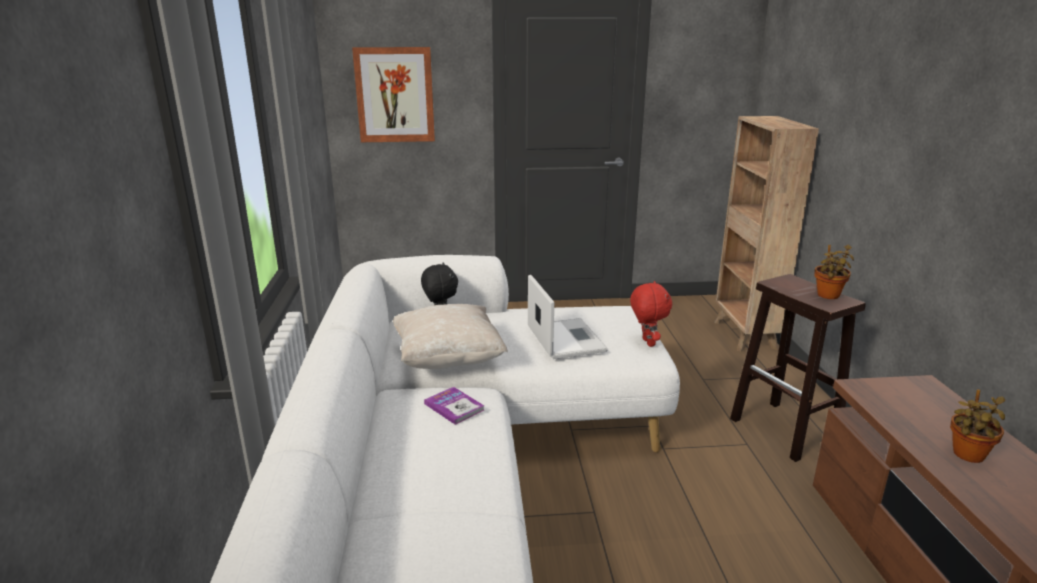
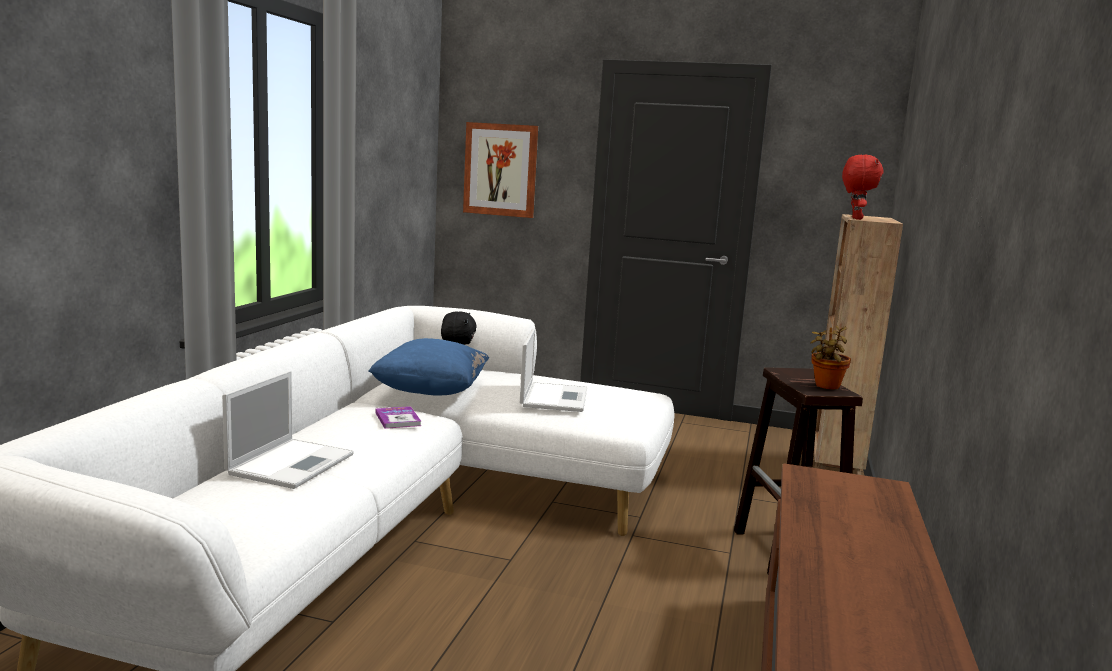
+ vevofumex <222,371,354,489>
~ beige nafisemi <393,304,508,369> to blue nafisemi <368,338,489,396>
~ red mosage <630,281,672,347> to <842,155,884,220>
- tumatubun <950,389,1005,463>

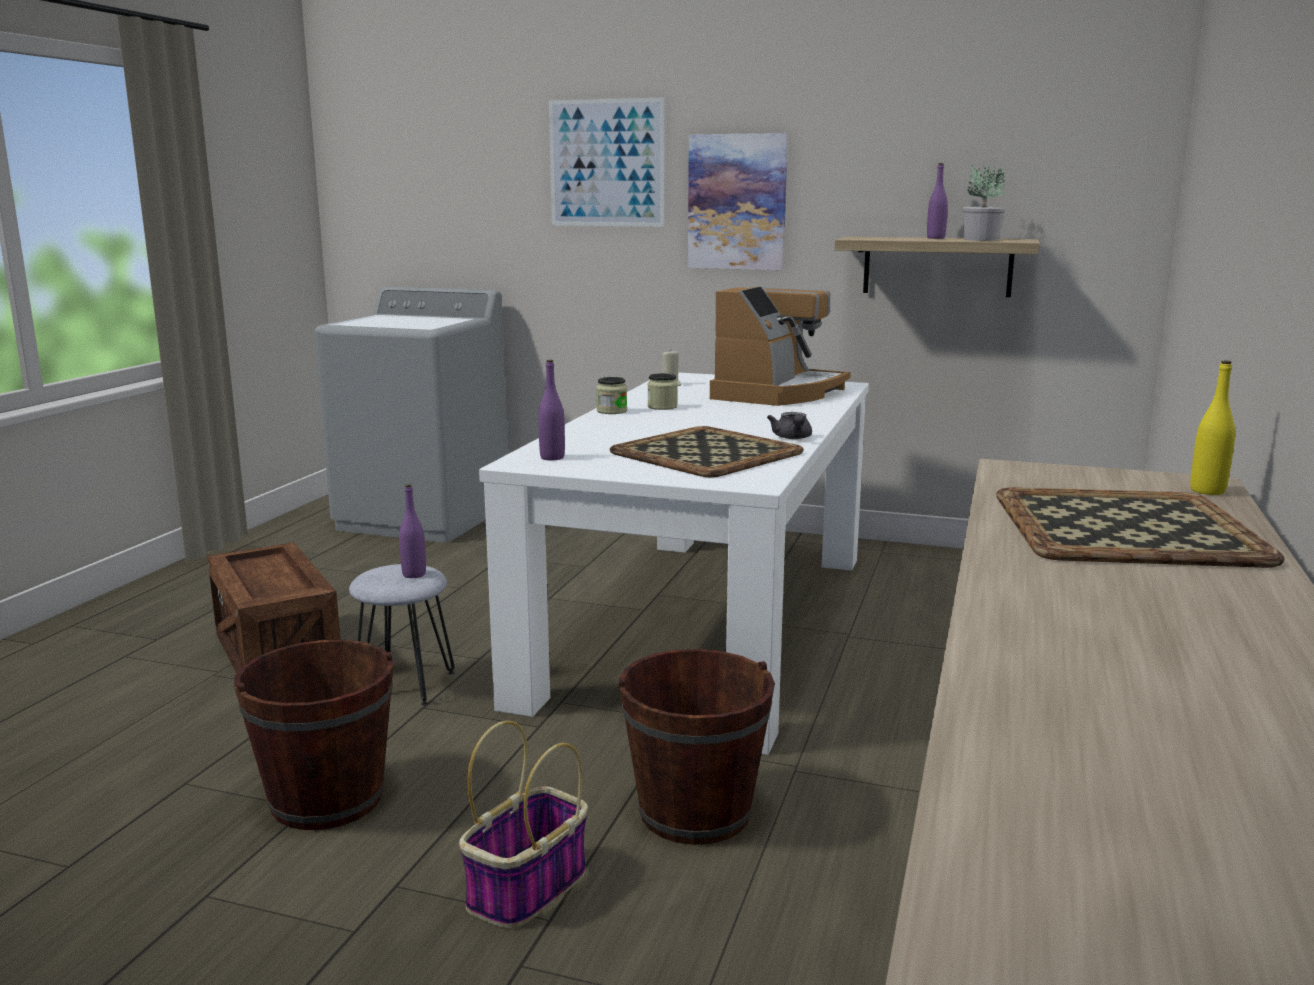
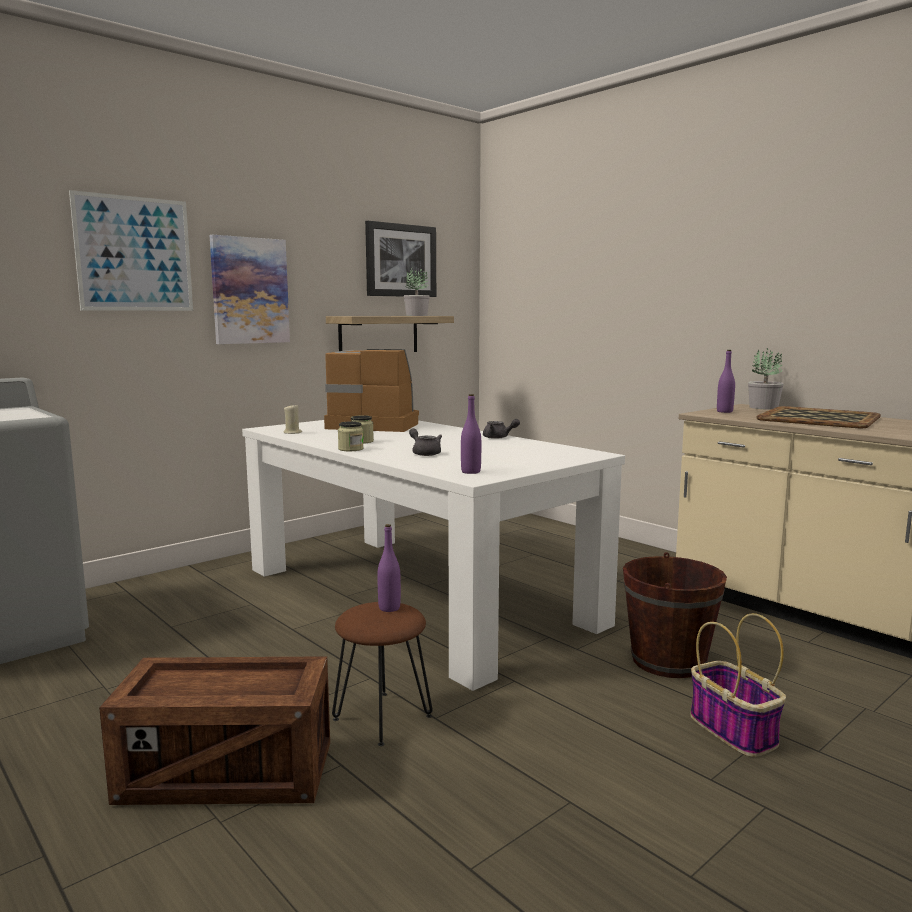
~ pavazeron <710,287,851,406> = <324,349,419,432> 45 degrees counterclockwise
~ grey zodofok <349,564,454,705> to brown zodofok <332,602,433,746>
+ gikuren <365,221,436,297>
+ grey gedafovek <409,428,442,456>
~ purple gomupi <927,163,948,239> to <717,350,735,413>
~ yellow gomupi <1190,360,1235,495> to tumatubun <748,348,783,410>
- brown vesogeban <234,640,394,830>
- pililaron <610,426,804,477>

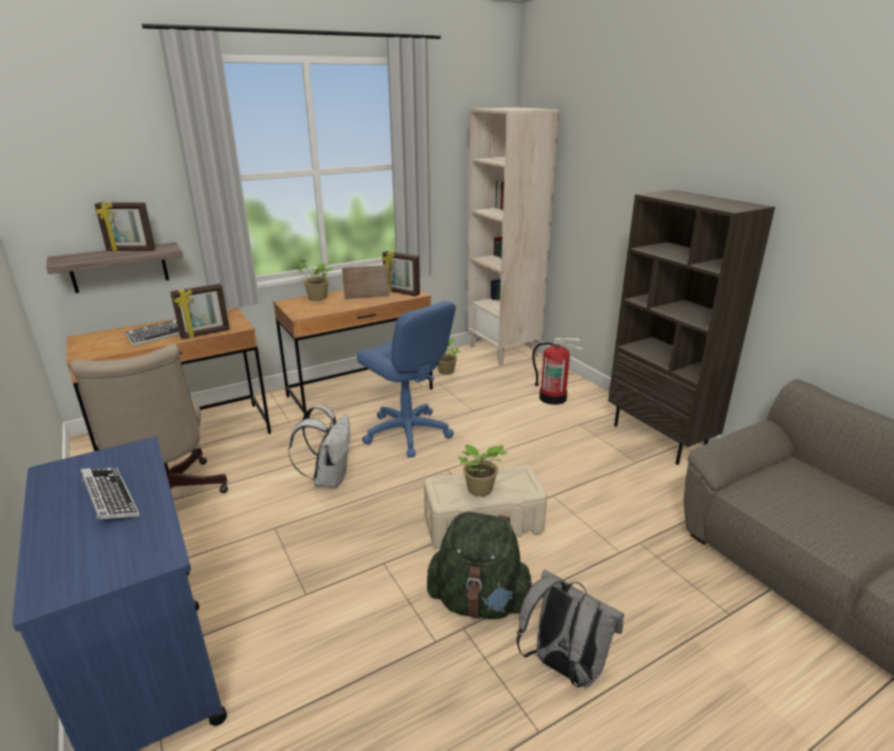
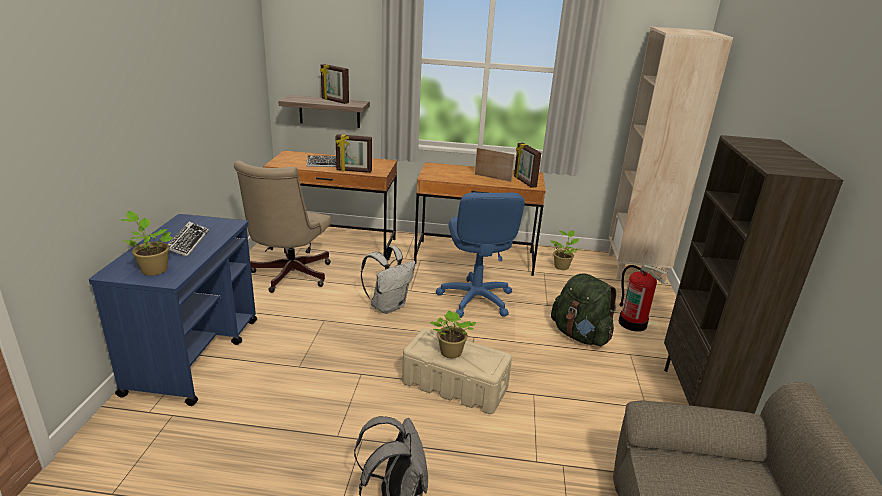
~ tumatubun <291,257,333,301> to <121,211,173,276>
~ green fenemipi <427,512,533,619> to <551,273,616,346>

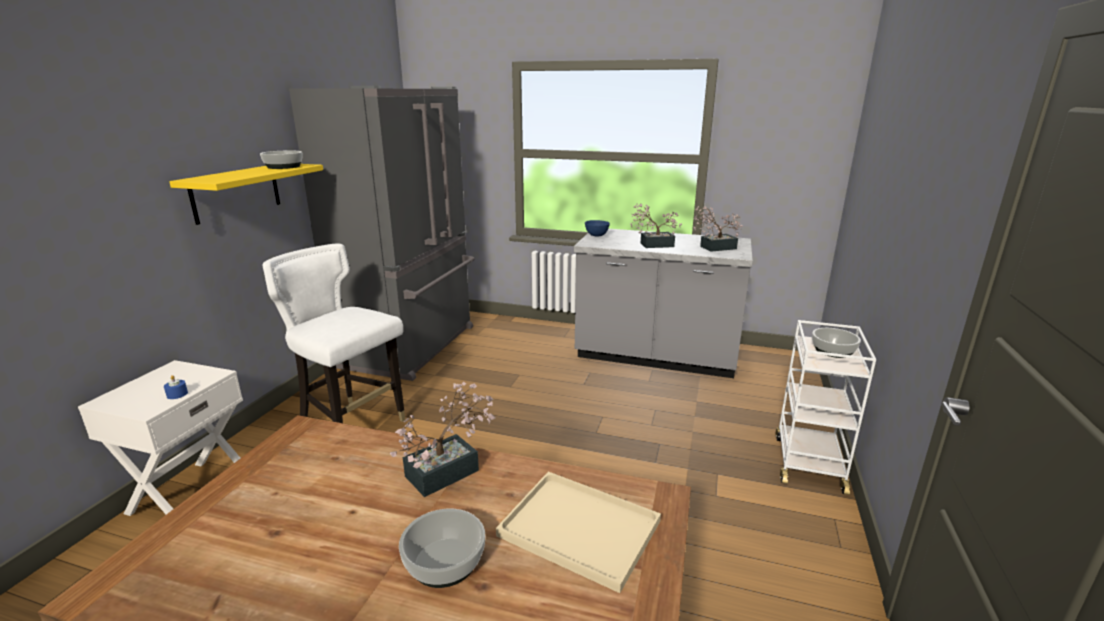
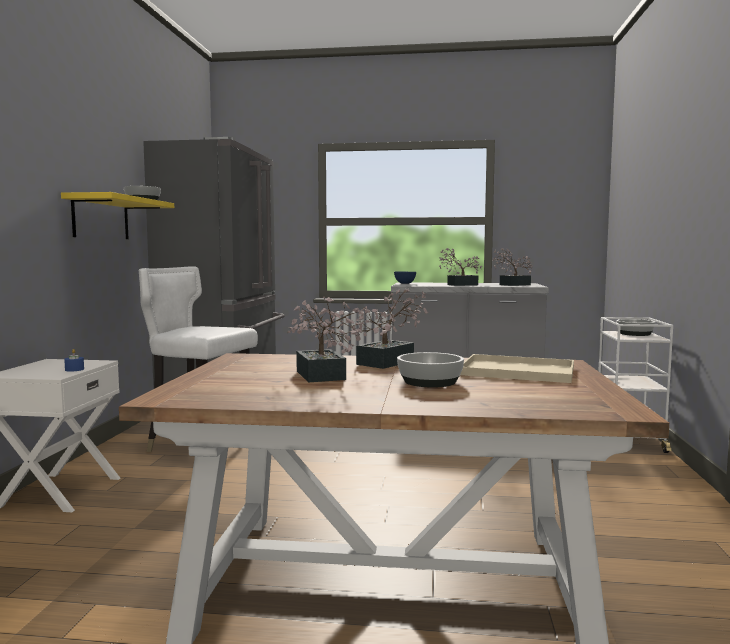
+ tumatubun <287,296,364,382>

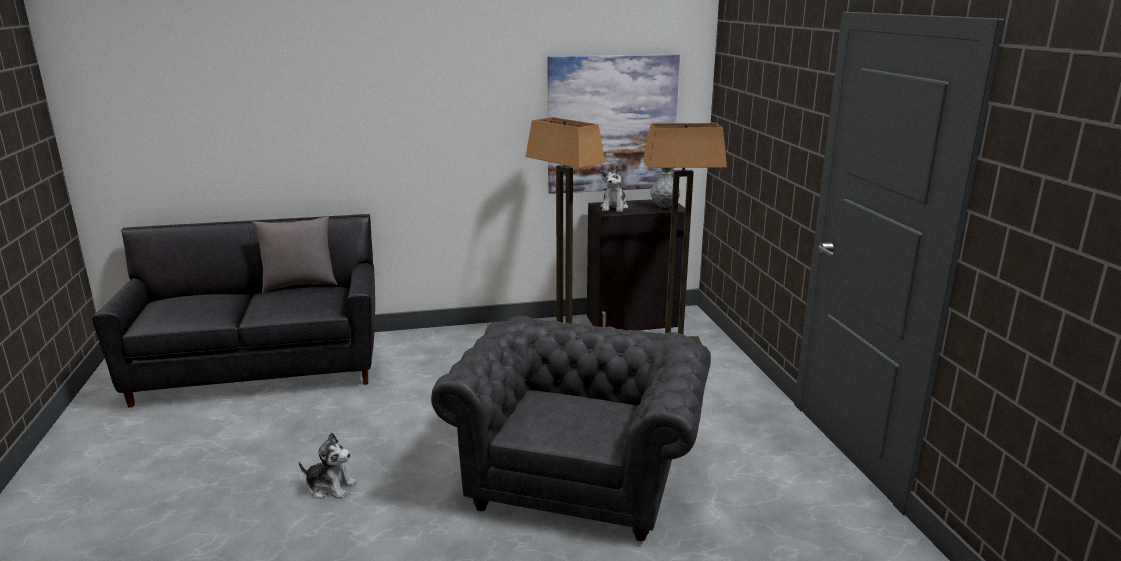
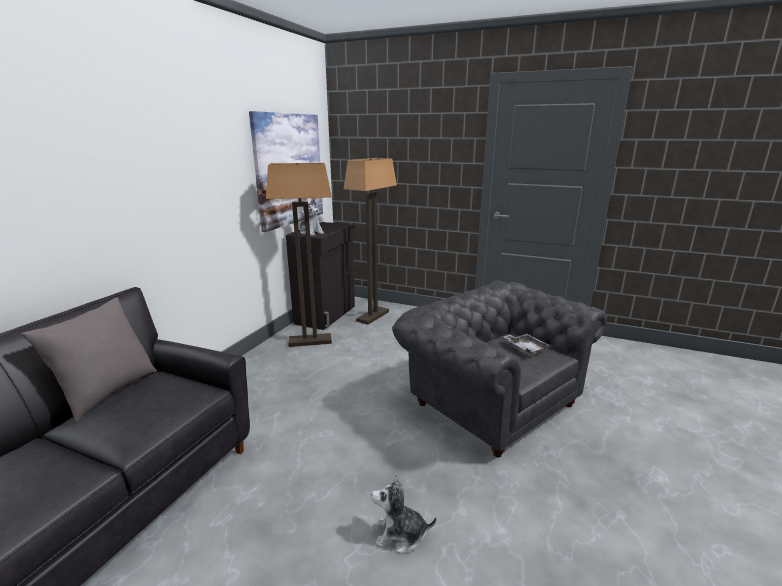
~ mosage <299,432,357,499> = <371,474,437,553> 135 degrees counterclockwise
+ grey pililaron <504,334,550,356>
- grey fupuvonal <650,168,680,208>

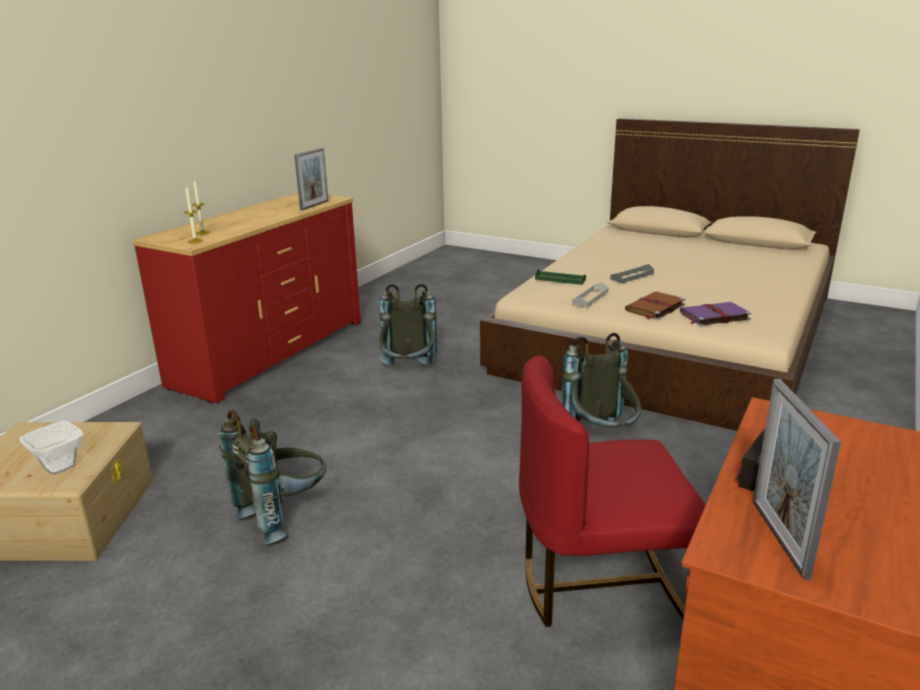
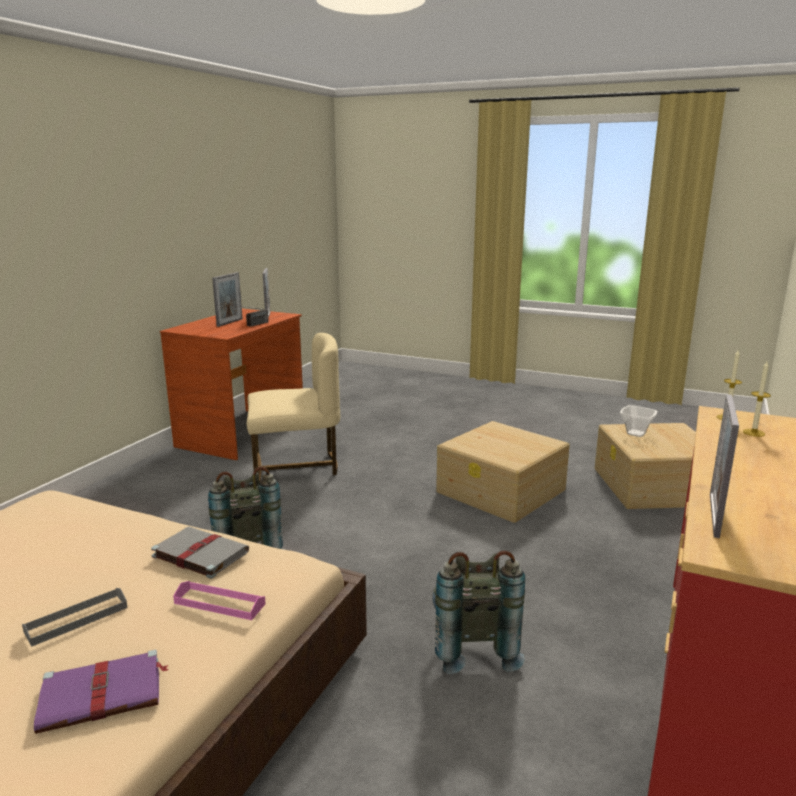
~ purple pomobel <680,302,751,326> to <34,650,169,734>
~ grey pililaron <572,282,609,307> to grey pomobel <151,527,249,579>
~ green pililaron <535,269,586,285> to pink pililaron <173,581,265,620>
+ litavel <212,272,243,327>
~ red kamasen <519,356,705,627> to beige kamasen <247,333,340,481>
~ grey fenemipi <219,410,326,544> to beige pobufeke <436,421,570,523>
- brown pomobel <625,292,686,320>

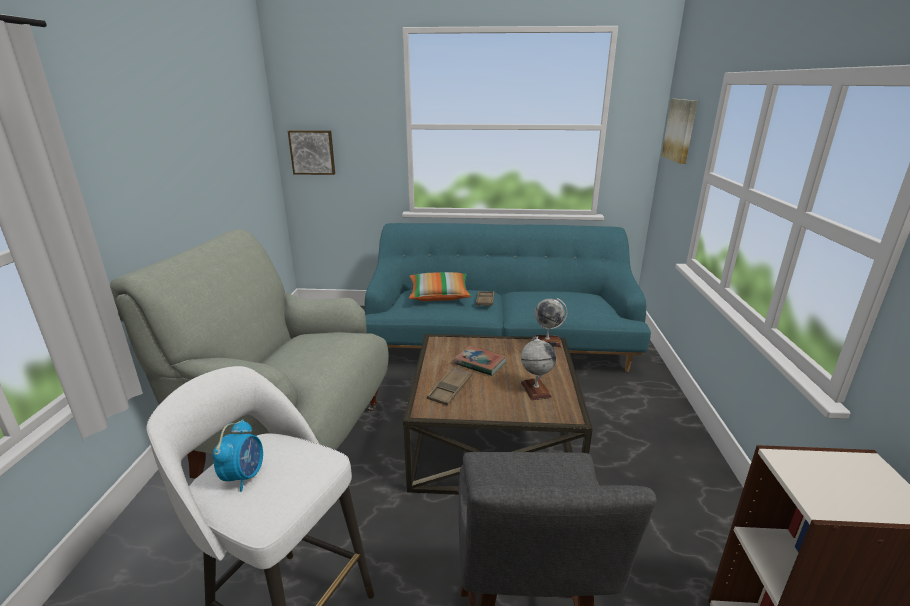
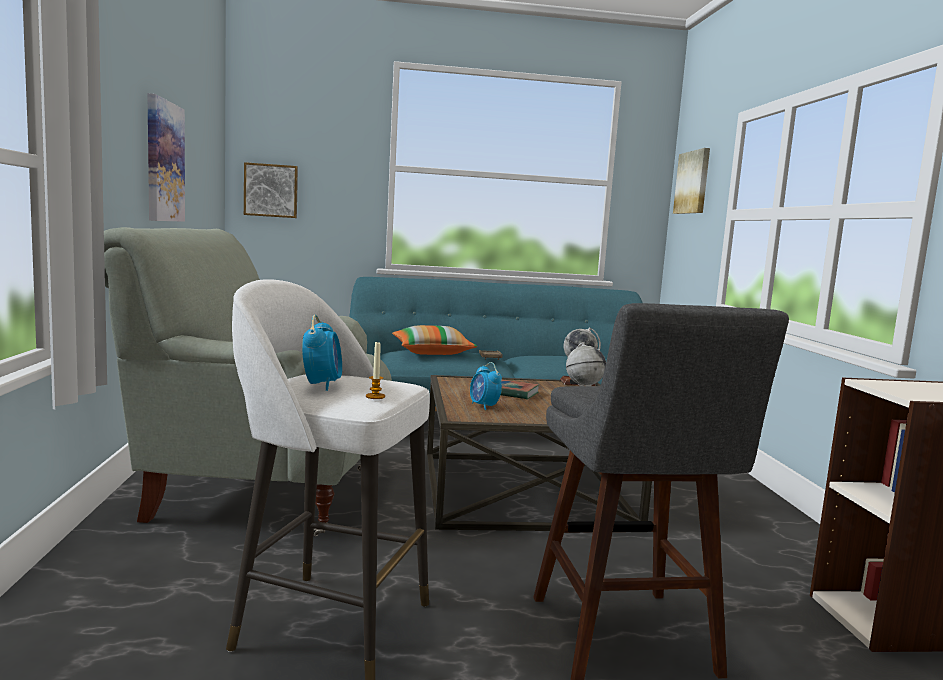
+ gikuren <147,93,185,222>
+ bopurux <366,342,385,399>
~ brown pililaron <427,367,472,406> to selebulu <470,362,502,410>

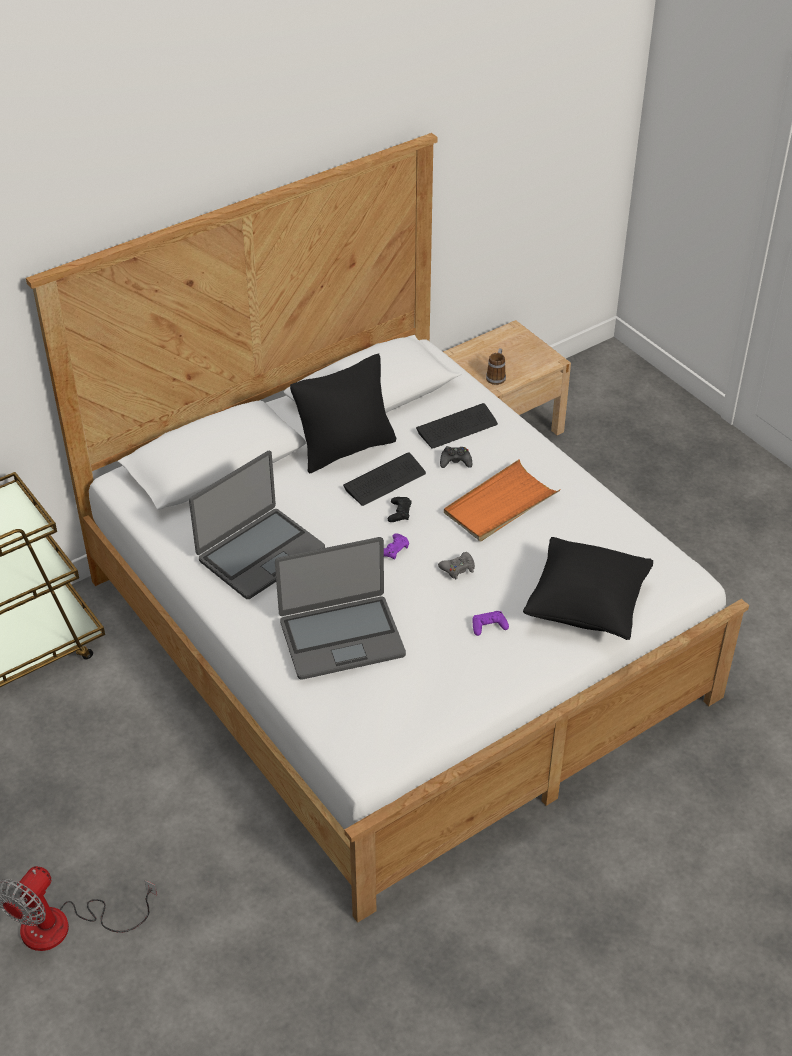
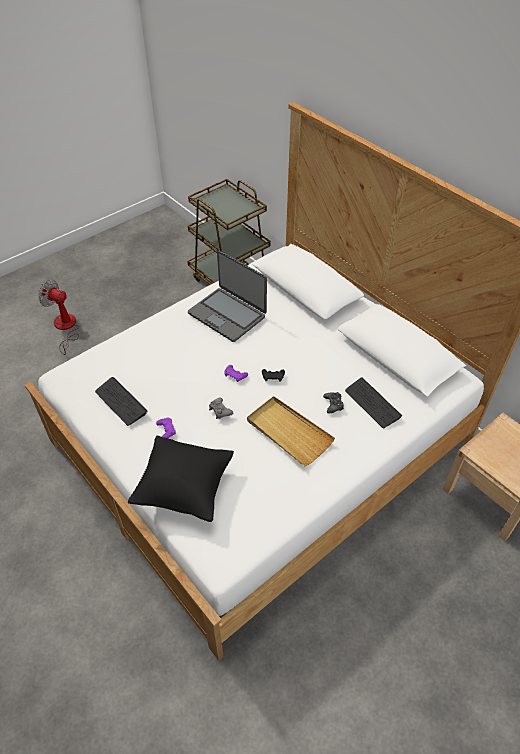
~ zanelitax <343,453,426,506> to <95,377,147,426>
~ orange pililaron <444,459,561,542> to beige pililaron <247,396,335,467>
- vevofumex <275,537,406,680>
- black nafisemi <290,354,396,473>
- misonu <486,348,506,385>

